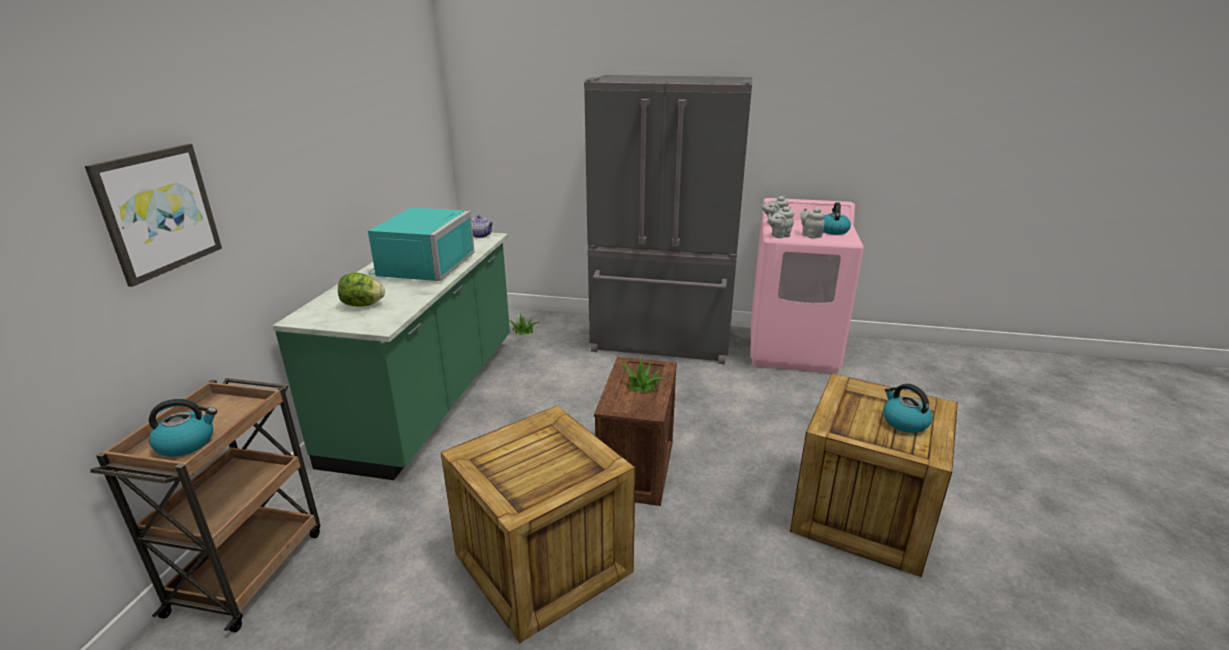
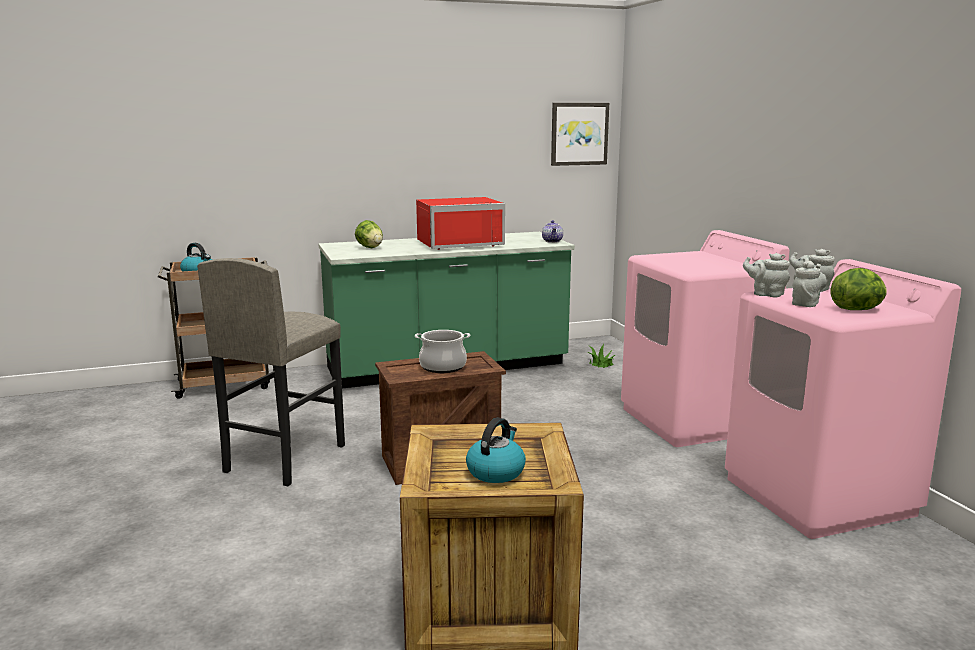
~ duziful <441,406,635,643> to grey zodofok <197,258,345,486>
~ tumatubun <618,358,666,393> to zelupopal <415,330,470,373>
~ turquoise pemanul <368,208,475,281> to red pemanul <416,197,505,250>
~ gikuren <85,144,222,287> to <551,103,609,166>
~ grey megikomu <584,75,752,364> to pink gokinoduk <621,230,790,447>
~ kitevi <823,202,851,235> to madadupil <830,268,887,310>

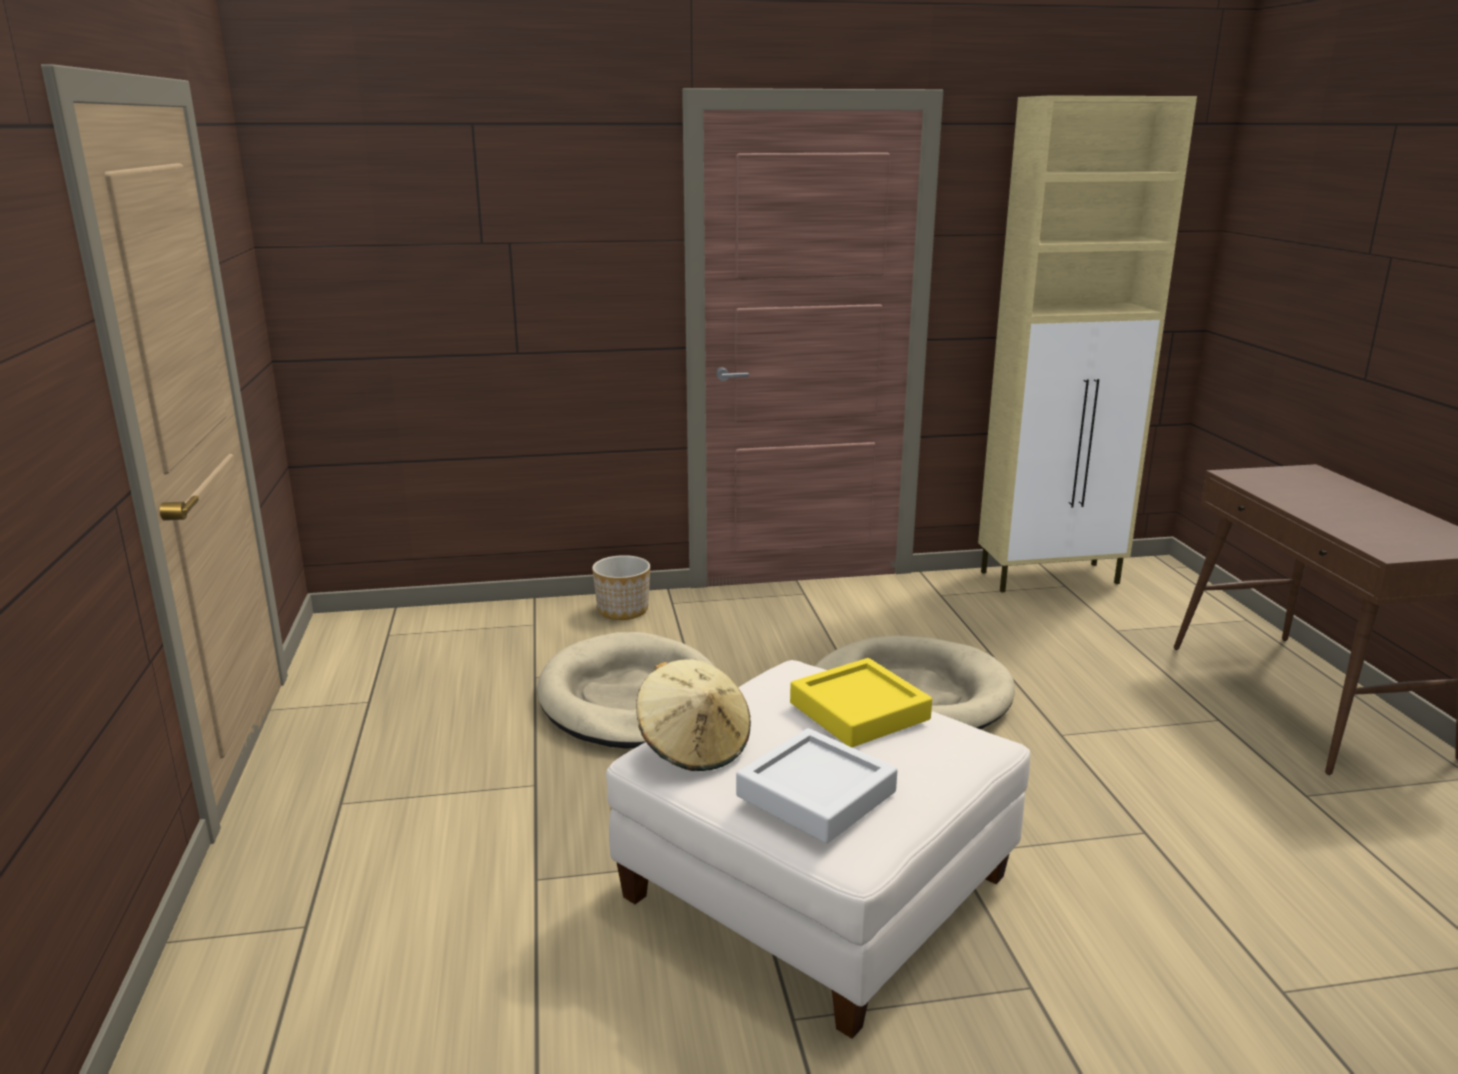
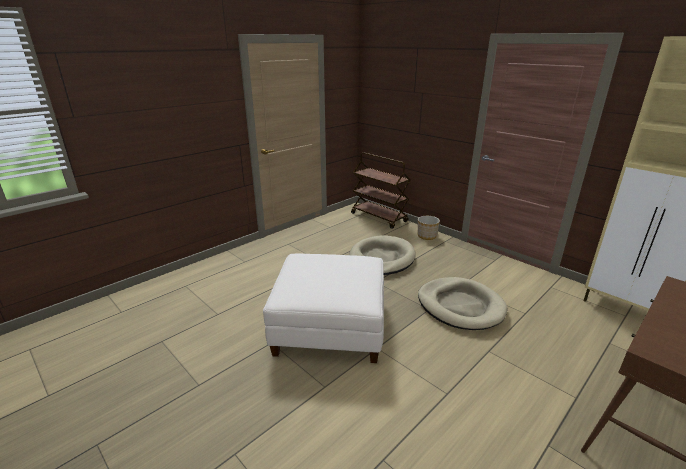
+ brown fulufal <351,152,410,229>
- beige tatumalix <636,659,751,771>
- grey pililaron <736,728,898,843>
- yellow pililaron <790,658,932,747>

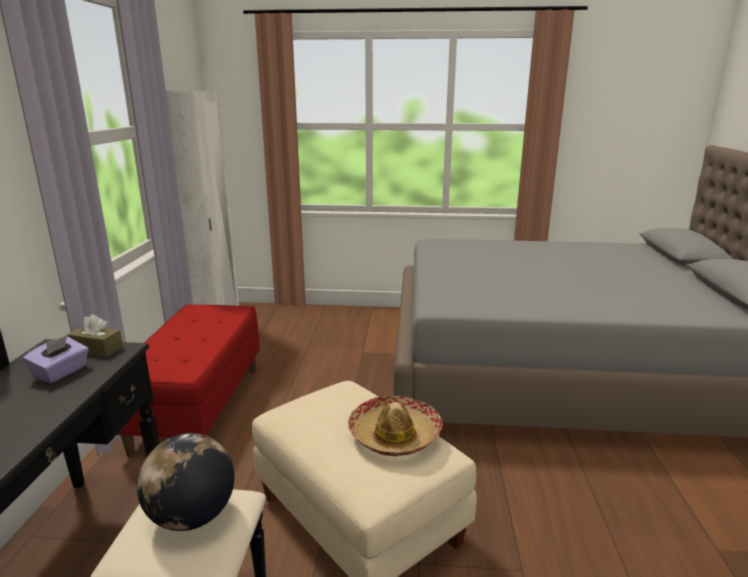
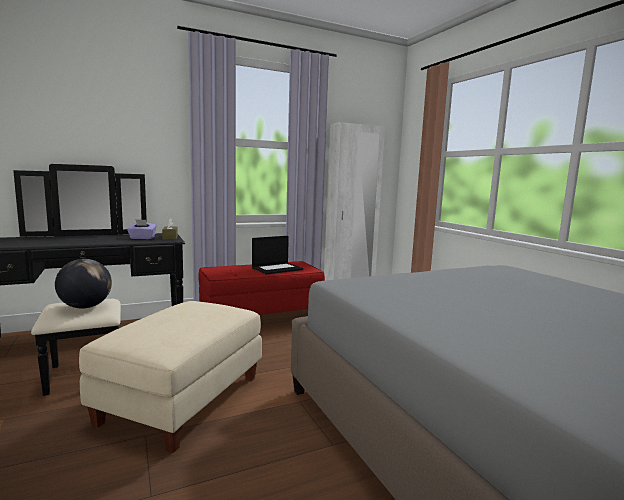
+ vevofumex <252,236,303,275>
- tatumalix <348,396,443,456>

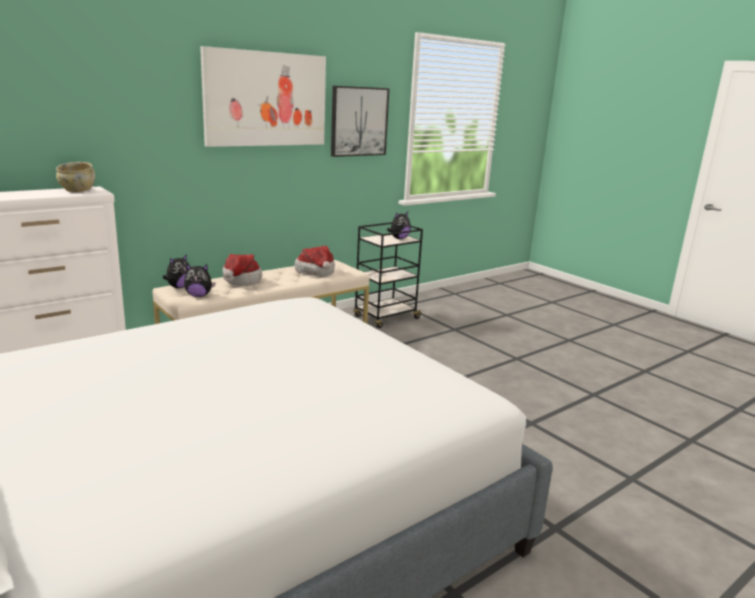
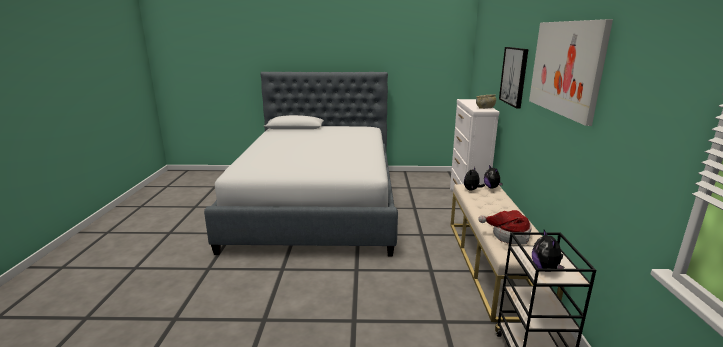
~ gikuren <331,86,389,157> to <499,47,528,108>
- tatumalix <223,254,262,286>

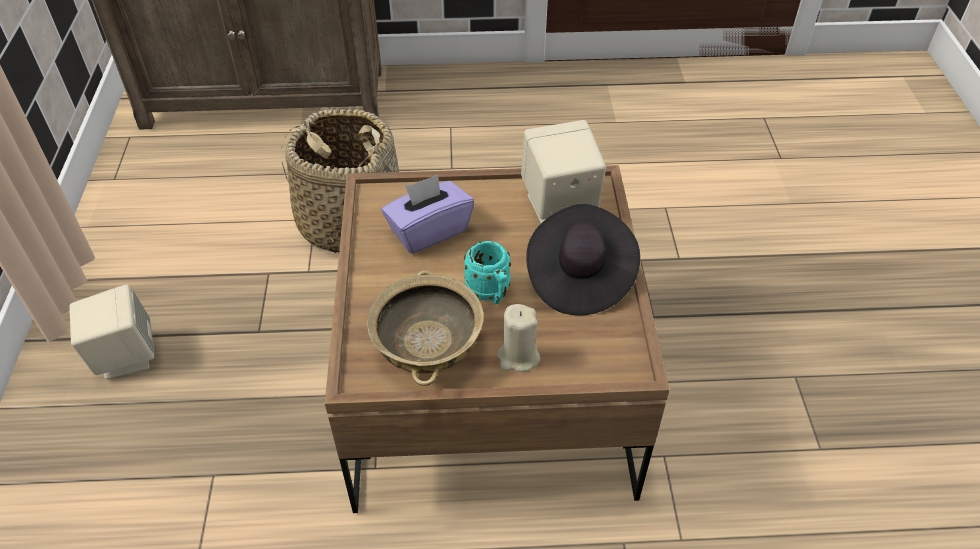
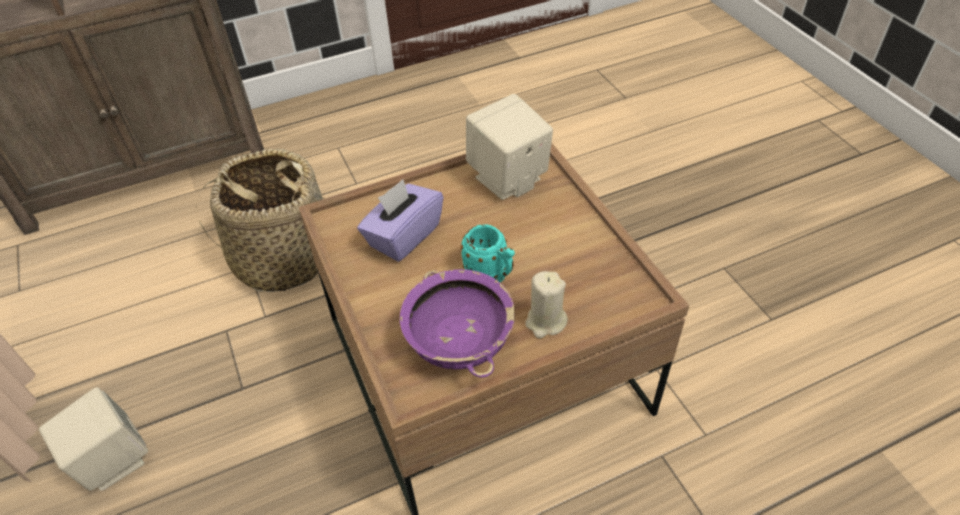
~ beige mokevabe <367,271,483,386> to purple mokevabe <400,269,515,378>
- black tatumalix <526,204,640,316>

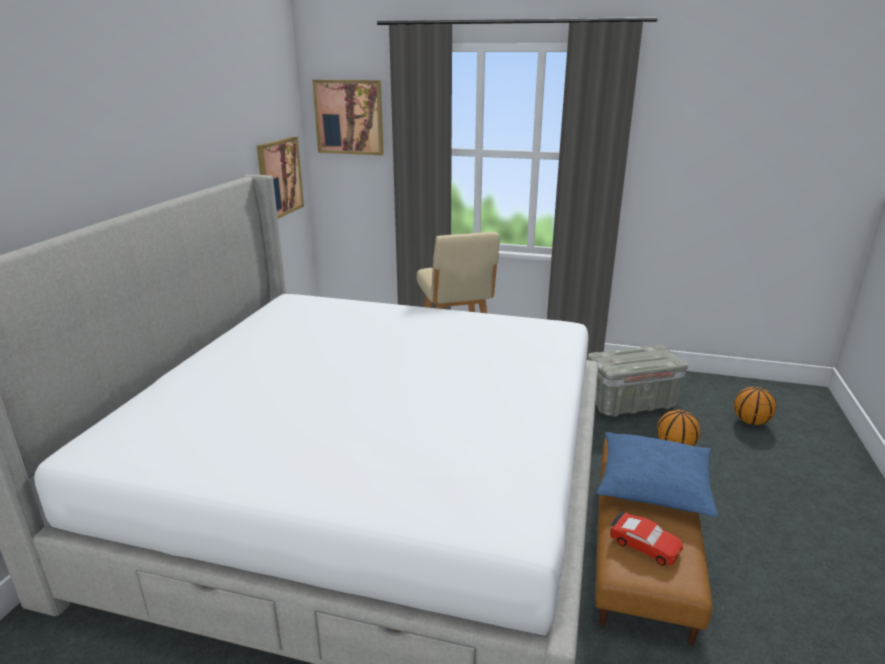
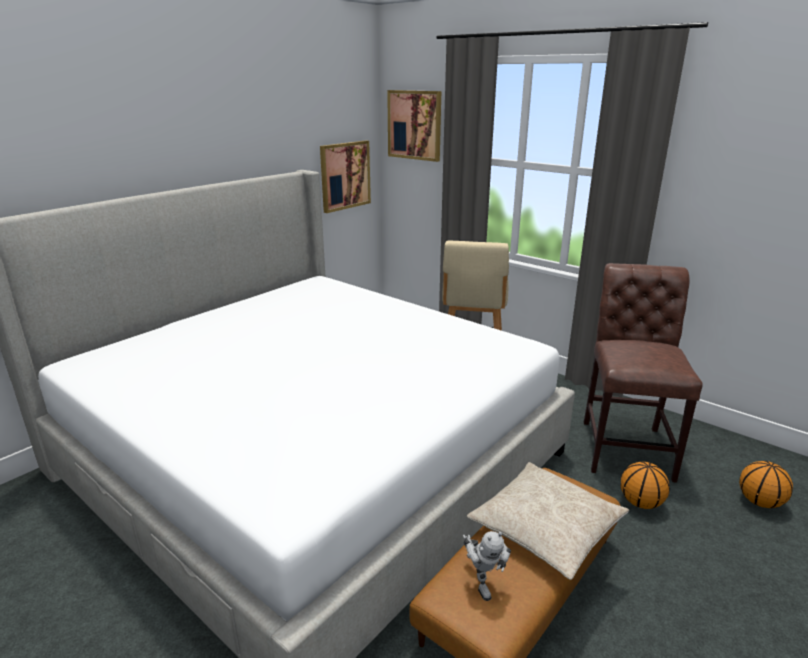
~ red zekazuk <609,511,683,566> to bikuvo <463,531,511,601>
~ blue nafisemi <597,432,718,517> to beige nafisemi <467,462,629,580>
~ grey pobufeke <587,345,688,417> to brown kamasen <584,263,703,483>

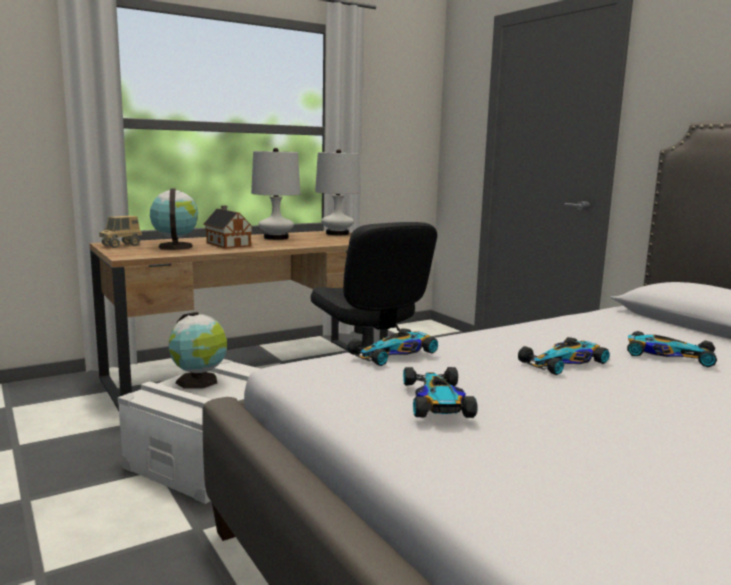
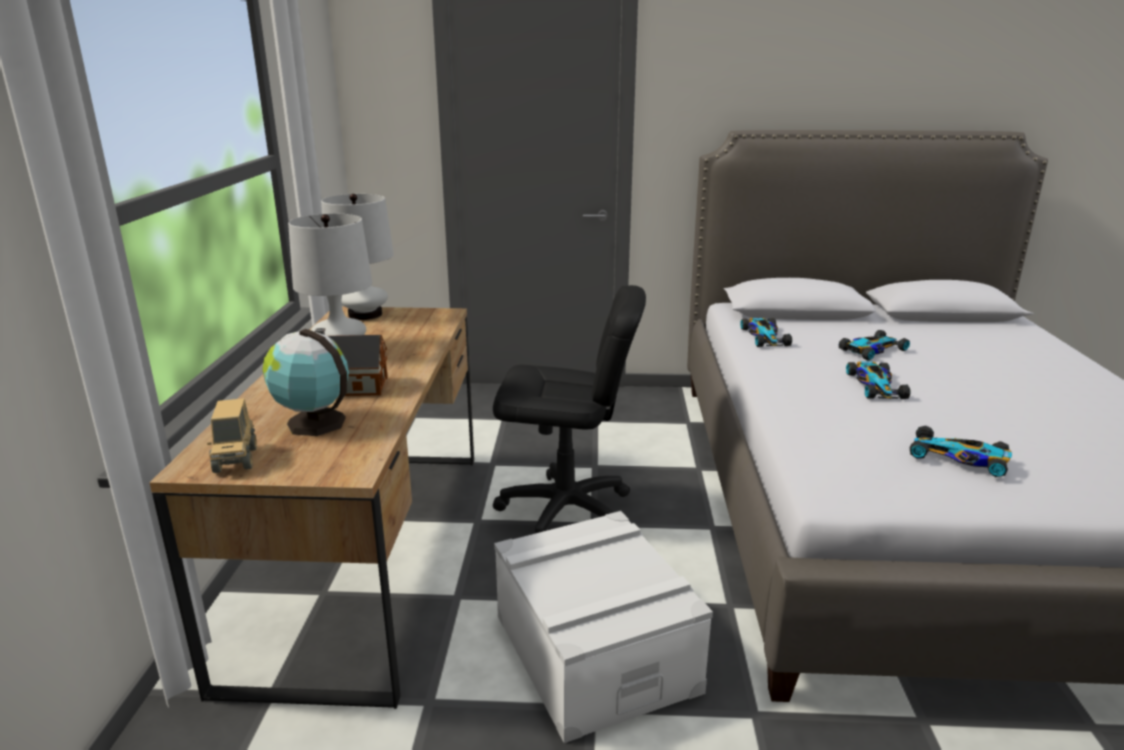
~ zekazuk <347,328,438,366> to <740,318,792,347>
- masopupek <169,312,227,389>

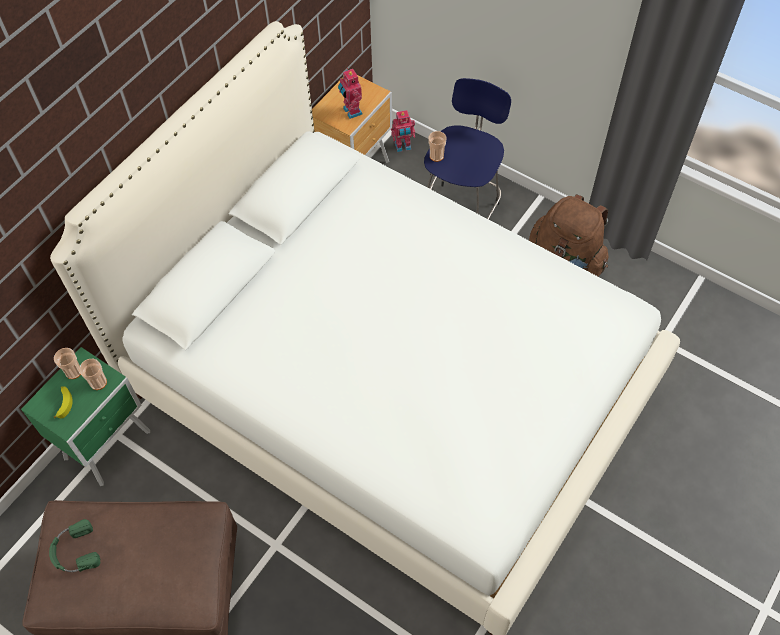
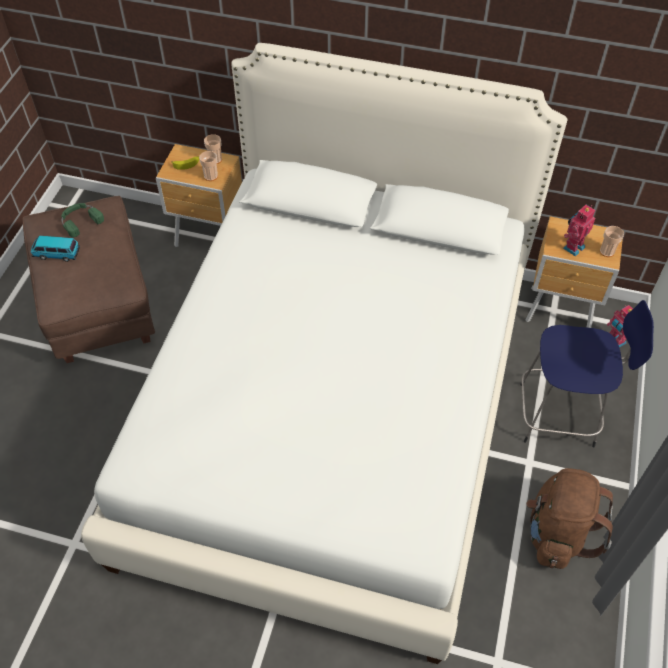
+ zekazuk <31,236,80,262>
~ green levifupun <21,347,150,486> to brown levifupun <156,144,242,247>
~ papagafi <429,131,447,162> to <600,226,624,257>

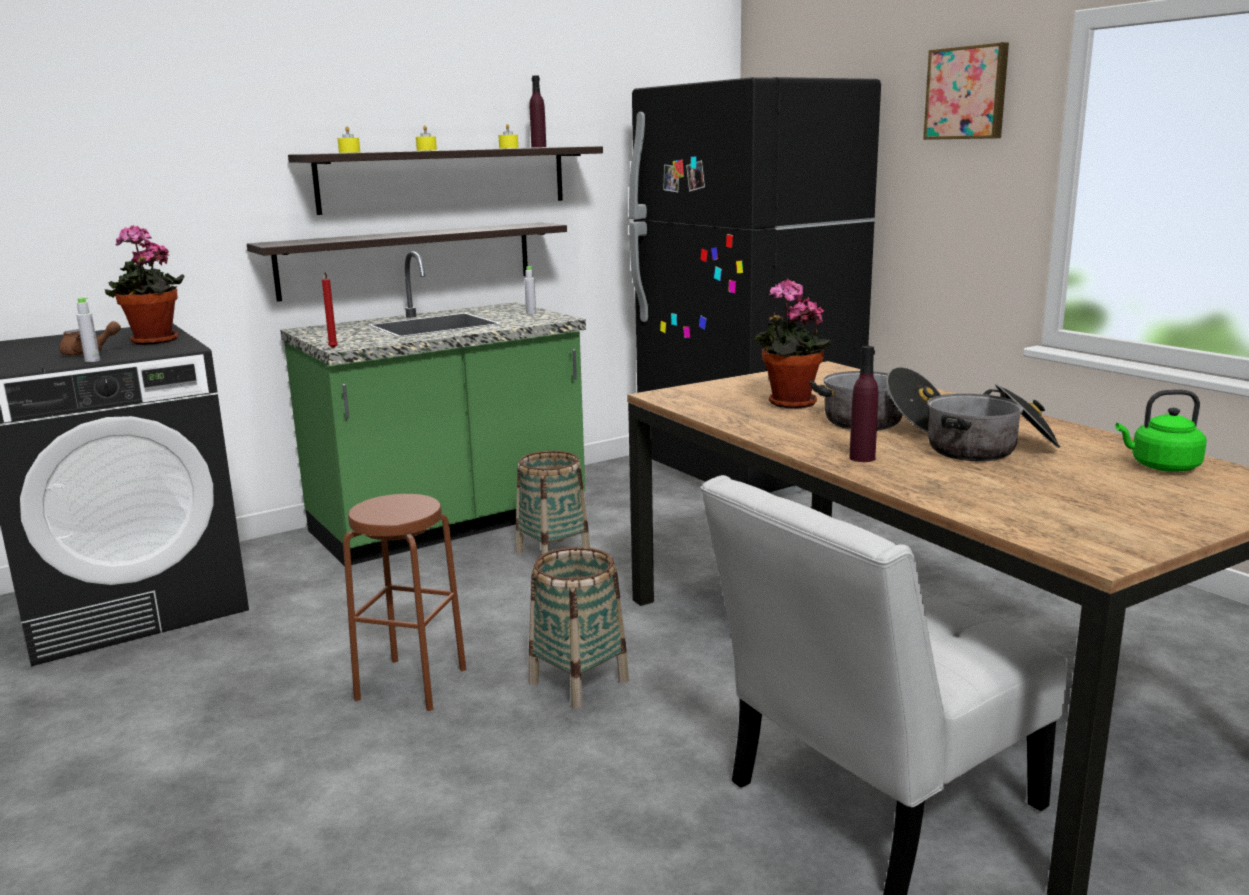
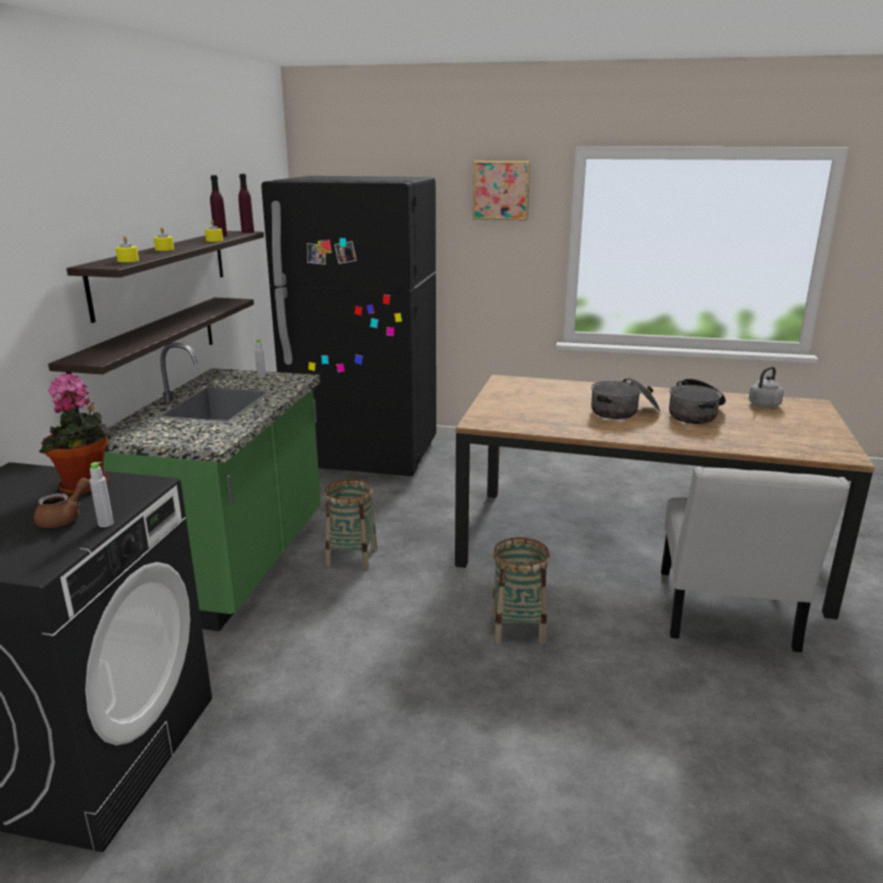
~ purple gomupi <850,346,879,462> to <238,174,254,233>
~ green kitevi <1116,390,1207,472> to grey kitevi <749,367,784,407>
- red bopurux <322,273,338,348>
- brown zodofok <343,494,466,711>
- tumatubun <754,279,832,409>

